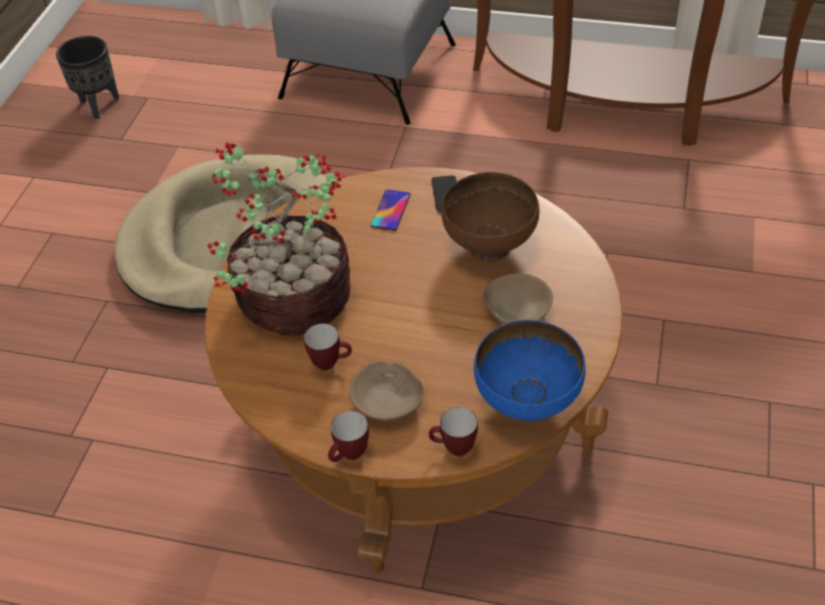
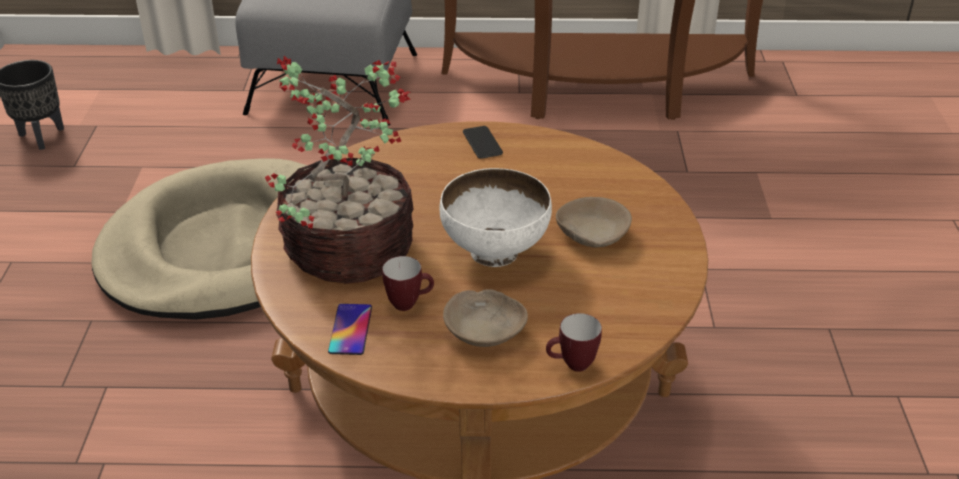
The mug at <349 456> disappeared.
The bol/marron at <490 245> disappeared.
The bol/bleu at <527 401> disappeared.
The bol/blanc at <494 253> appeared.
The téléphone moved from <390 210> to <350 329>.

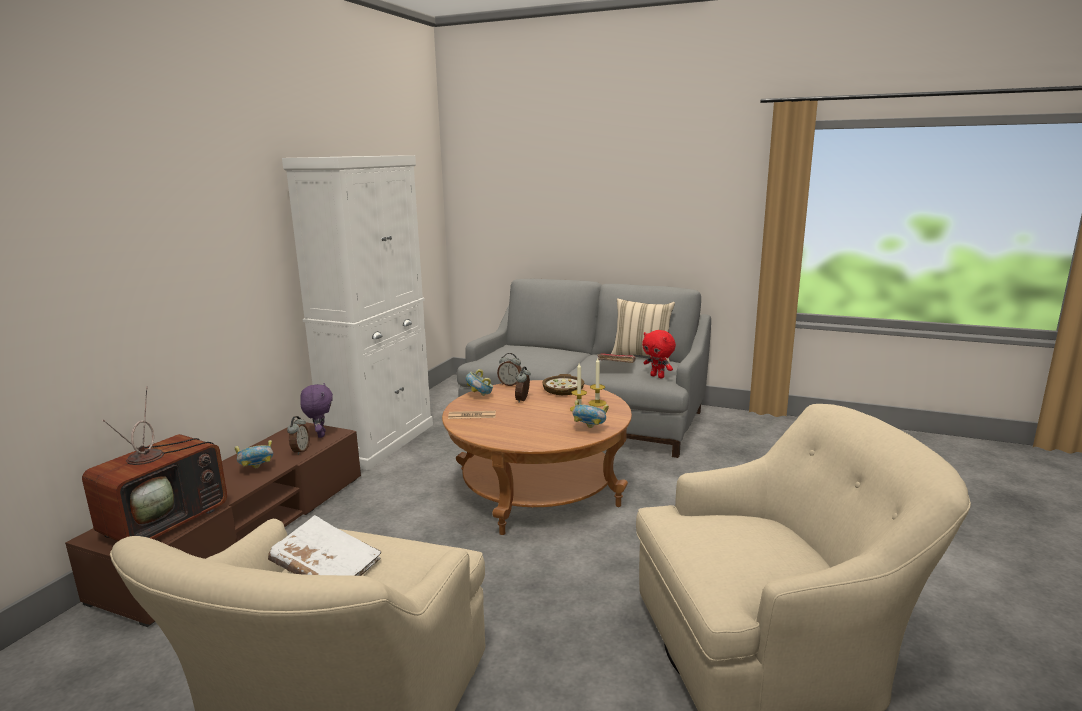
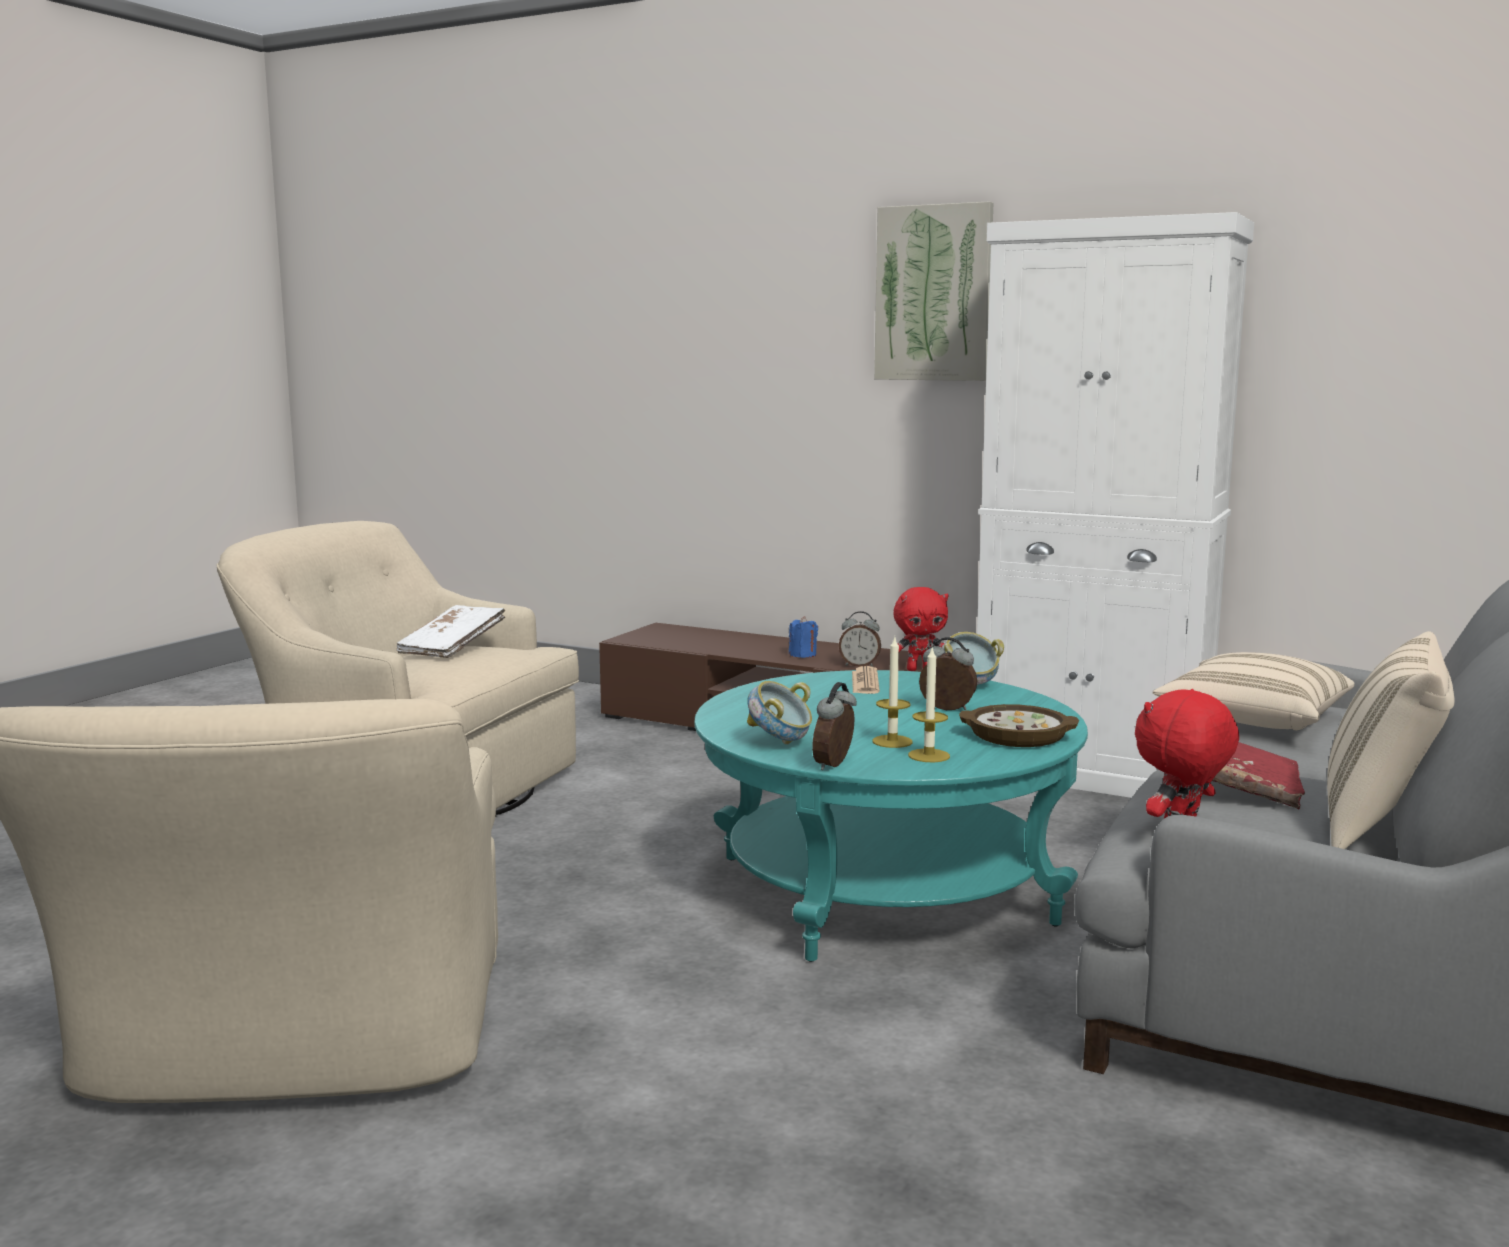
The téléviseur at <167 520> disappeared.
The tableau at <933 293> appeared.
The coussin/beige at <1252 720> appeared.
The réveil moved from <510 384> to <835 765>.
The bol at <257 469> was replaced by the bougie/bleu at <802 655>.
The peluche/violet at <320 435> became the peluche/rouge at <919 669>.
The table basse/marron at <538 491> became the table basse/turquoise at <884 890>.

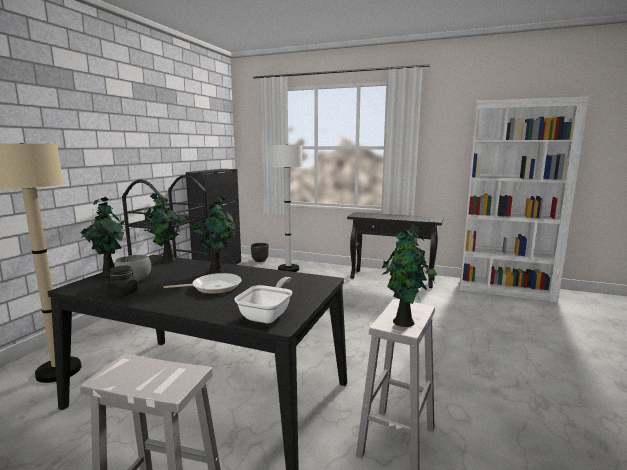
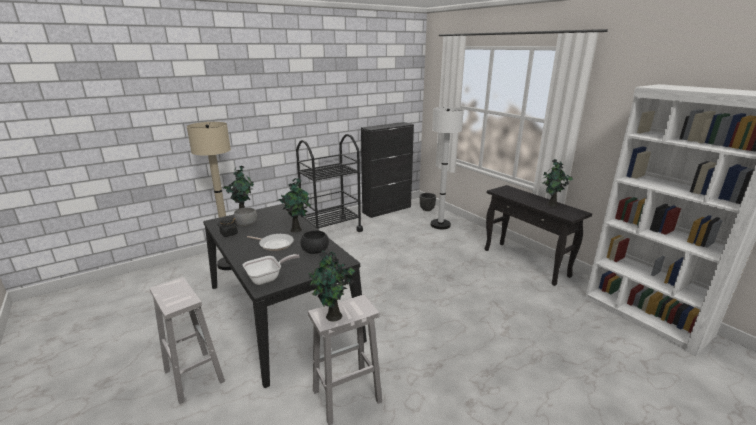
The bol/noir at <315 250> appeared.
The plante en pot moved from <167 260> to <551 204>.

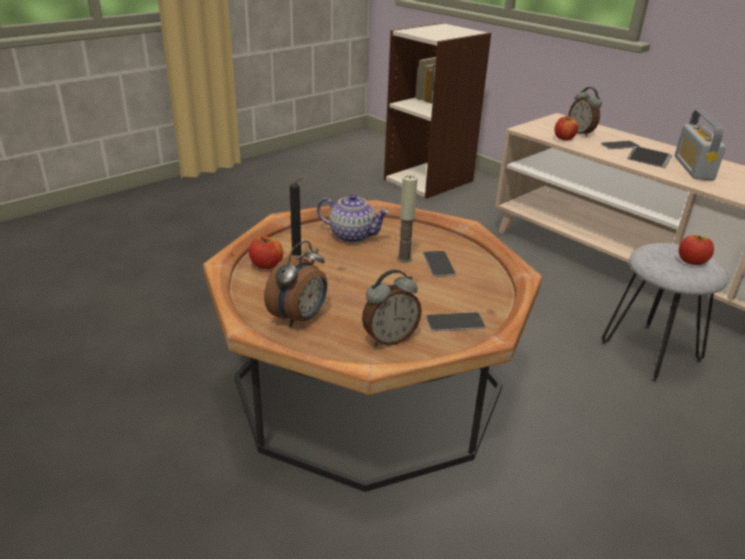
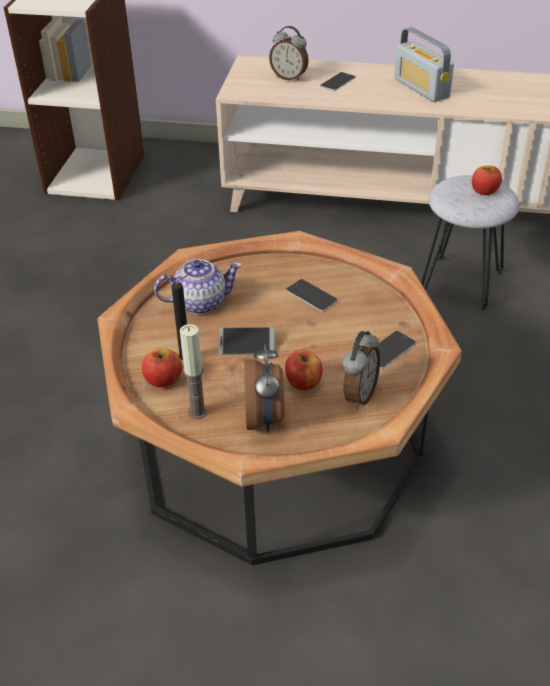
The bougie moved from <404 258> to <197 412>.
The pomme moved from <564 138> to <303 382>.
The téléphone moved from <648 161> to <247 346>.

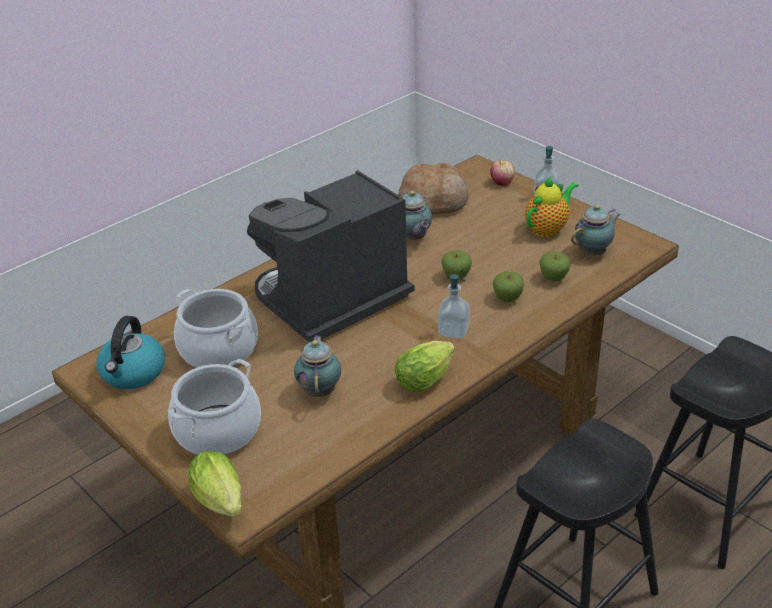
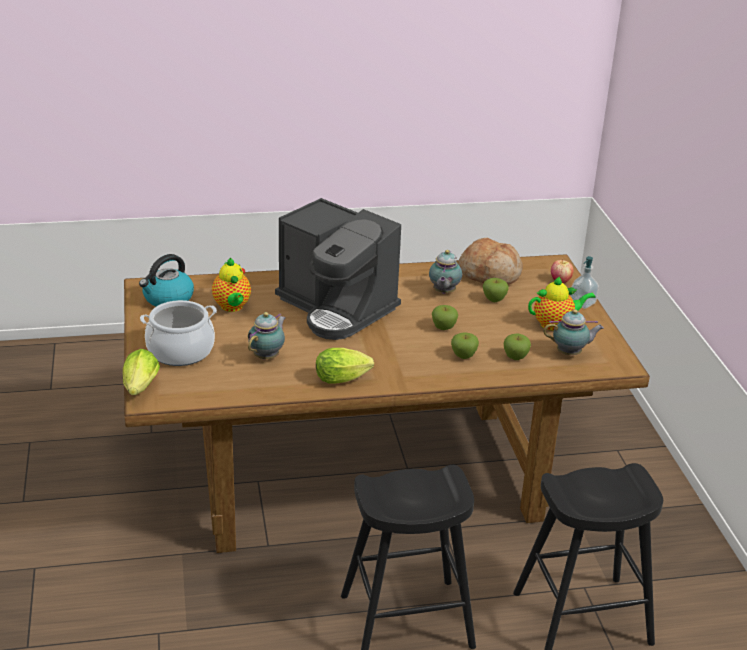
The distributeur de savon at <453 331> disappeared.
The pomme at <494 300> appeared.
The marmite at <218 350> was replaced by the théière at <232 307>.
The machine à café at <330 302> turned 135 degrees counterclockwise.

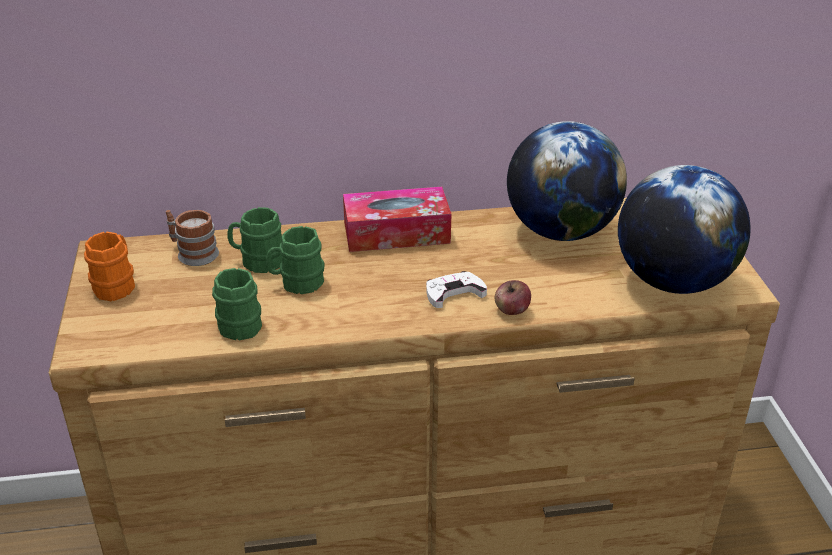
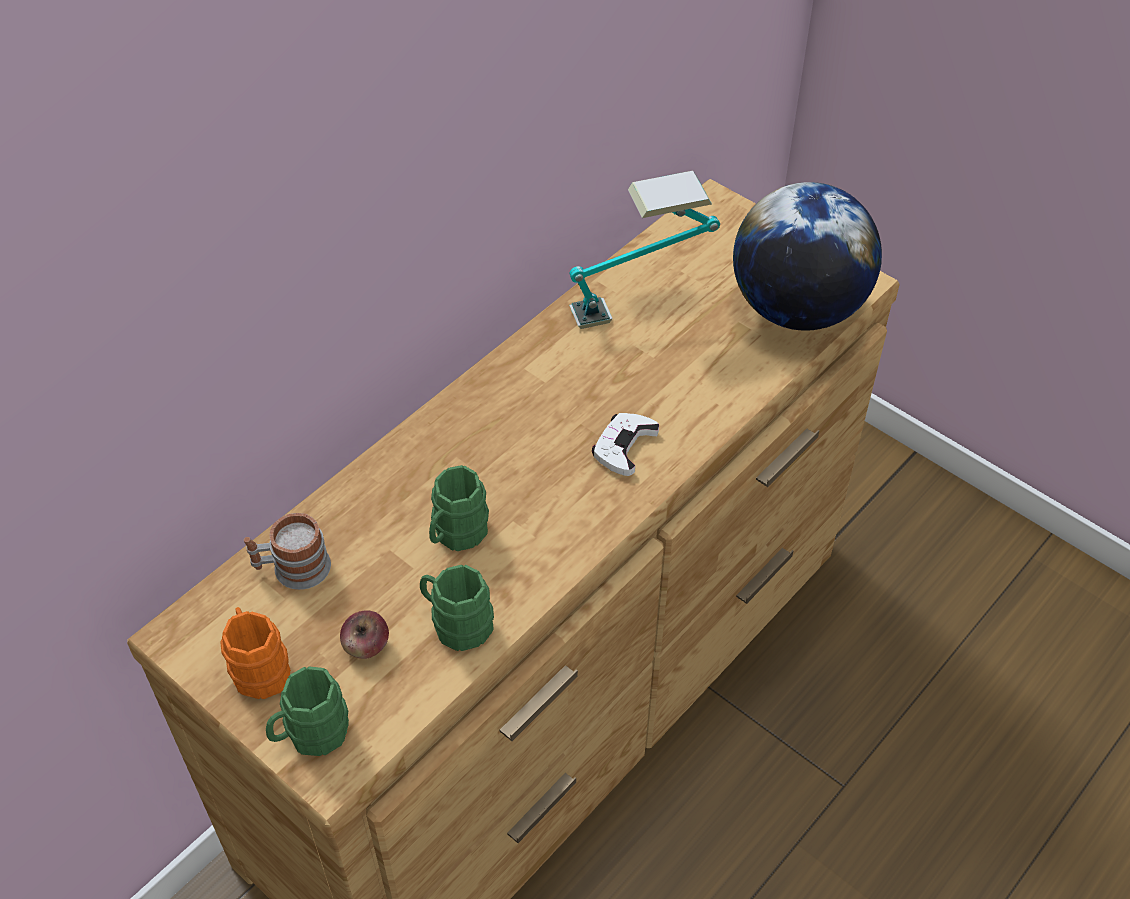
The boîte à mouchoirs at <396 233> disappeared.
The mug/vert moved from <258 261> to <310 734>.
The pomme moved from <511 310> to <366 646>.
The globe at <560 231> was replaced by the lampe de table at <640 304>.

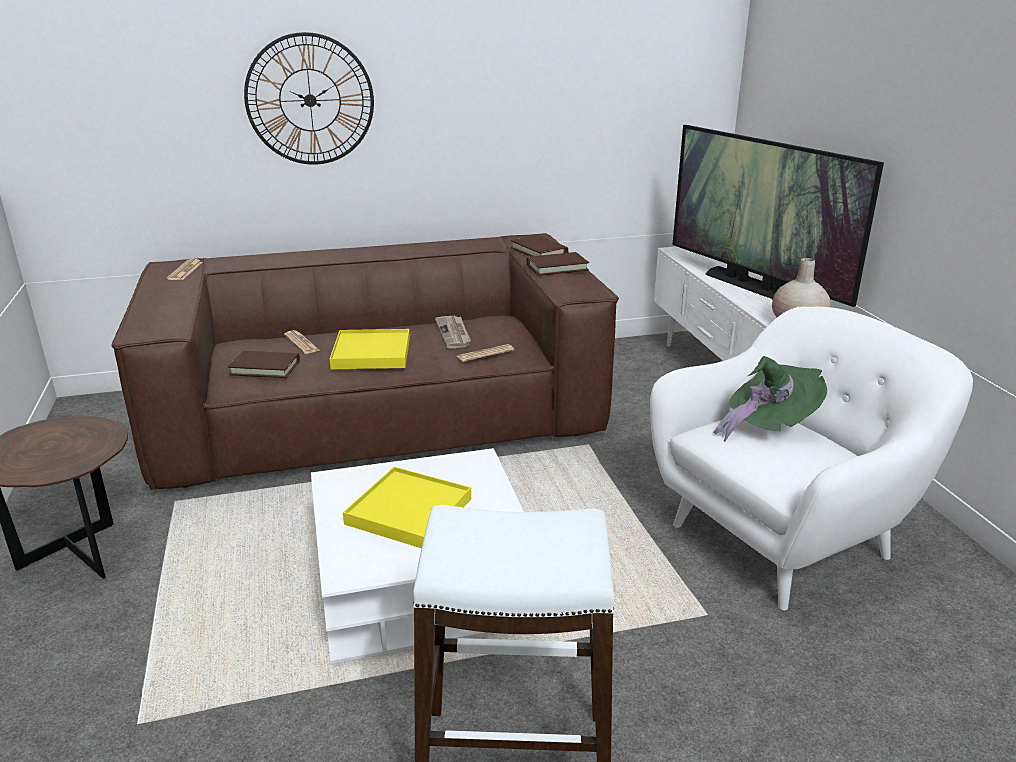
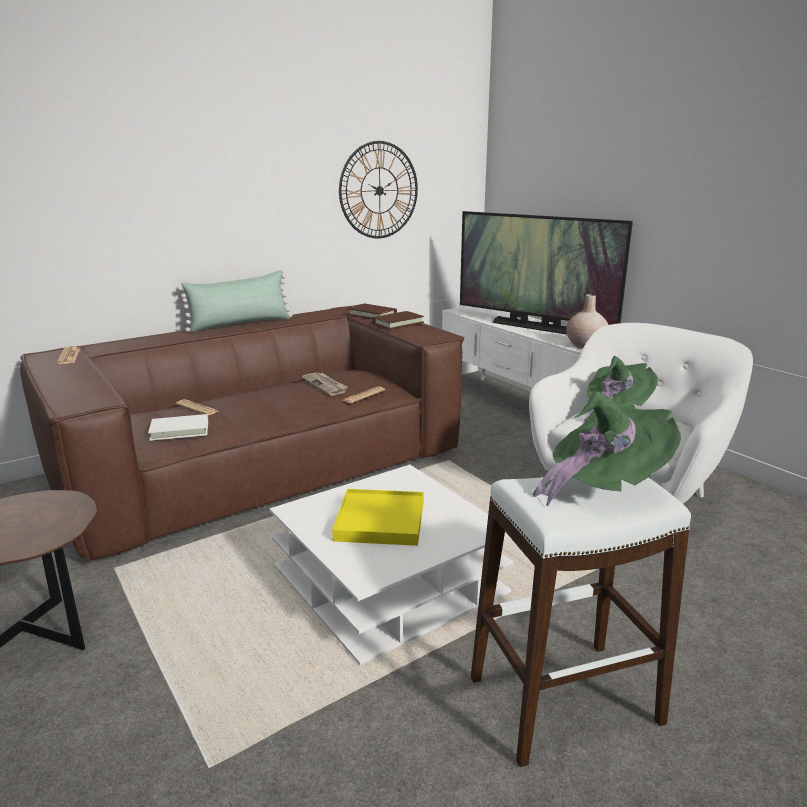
The plateau/jaune at <371 353> disappeared.
The coussin/vert at <240 324> appeared.
The chapeau/vert at <603 485> appeared.
The horloge murale moved from <310 100> to <379 190>.
The livre/marron at <265 368> became the livre/blanc at <179 430>.

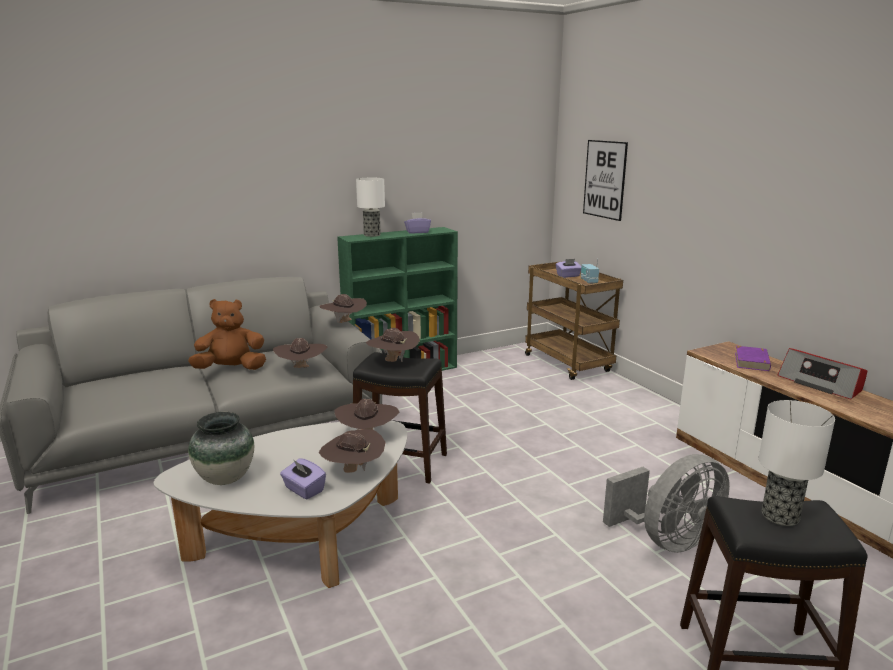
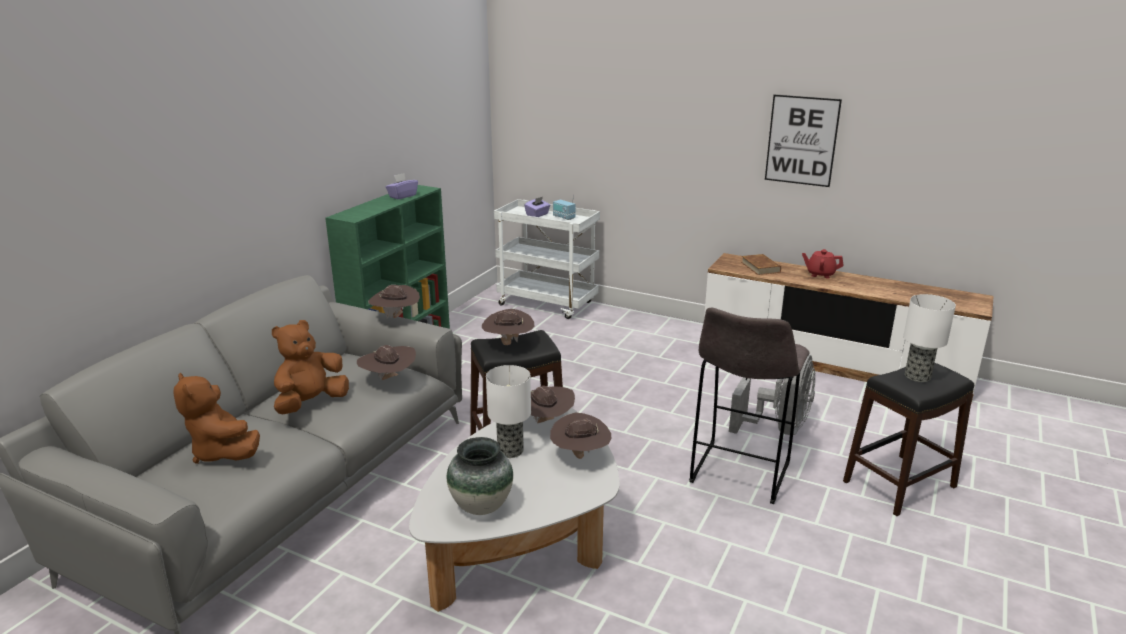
The boîte à mouchoirs/violet at <303 490> disappeared.
The peluche/marron at <223 452> appeared.
The tabouret/gris at <739 474> appeared.
The lampe de table moved from <372 235> to <511 451>.
The tableau moved from <604 179> to <802 140>.
The radio at <821 384> was replaced by the théière/rouge at <820 274>.
The chariot/marron at <569 364> became the chariot/blanc at <548 304>.
The livre/violet at <752 361> became the livre/marron at <760 267>.

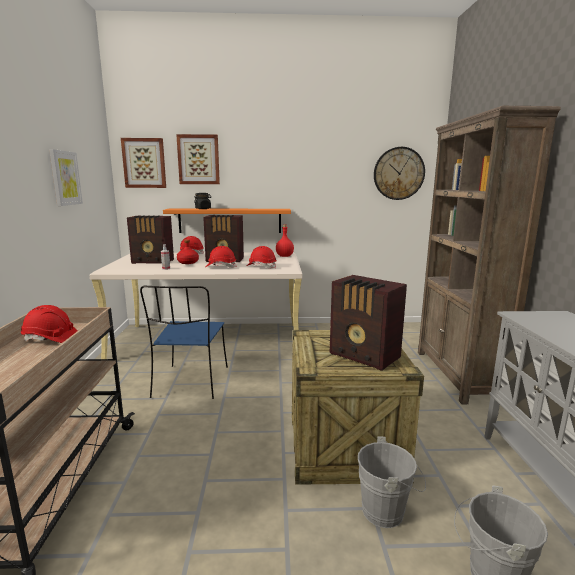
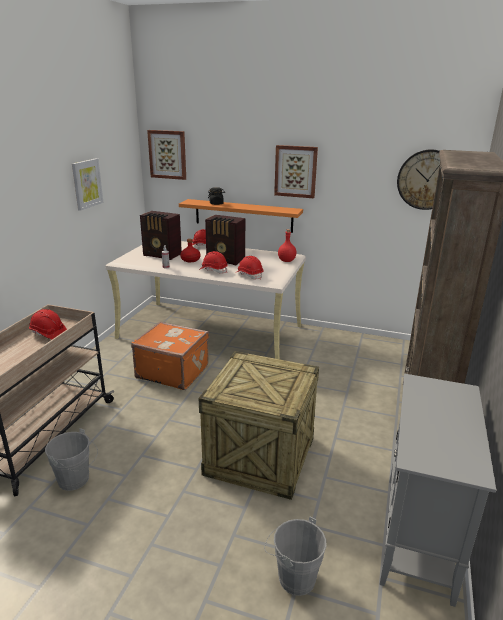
The radio at <365 356> disappeared.
The tableau moved from <198 159> to <295 171>.
The seau/gris moved from <387 511> to <76 480>.
The chaise/bleu at <191 383> was replaced by the valise/orange at <173 371>.

